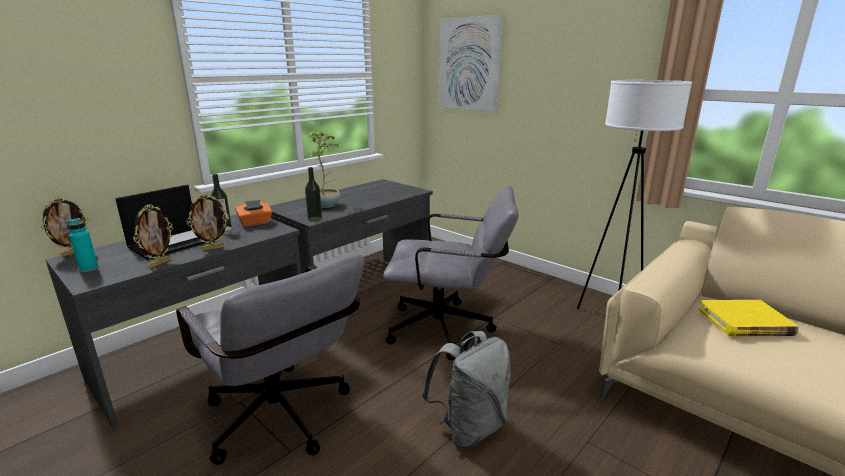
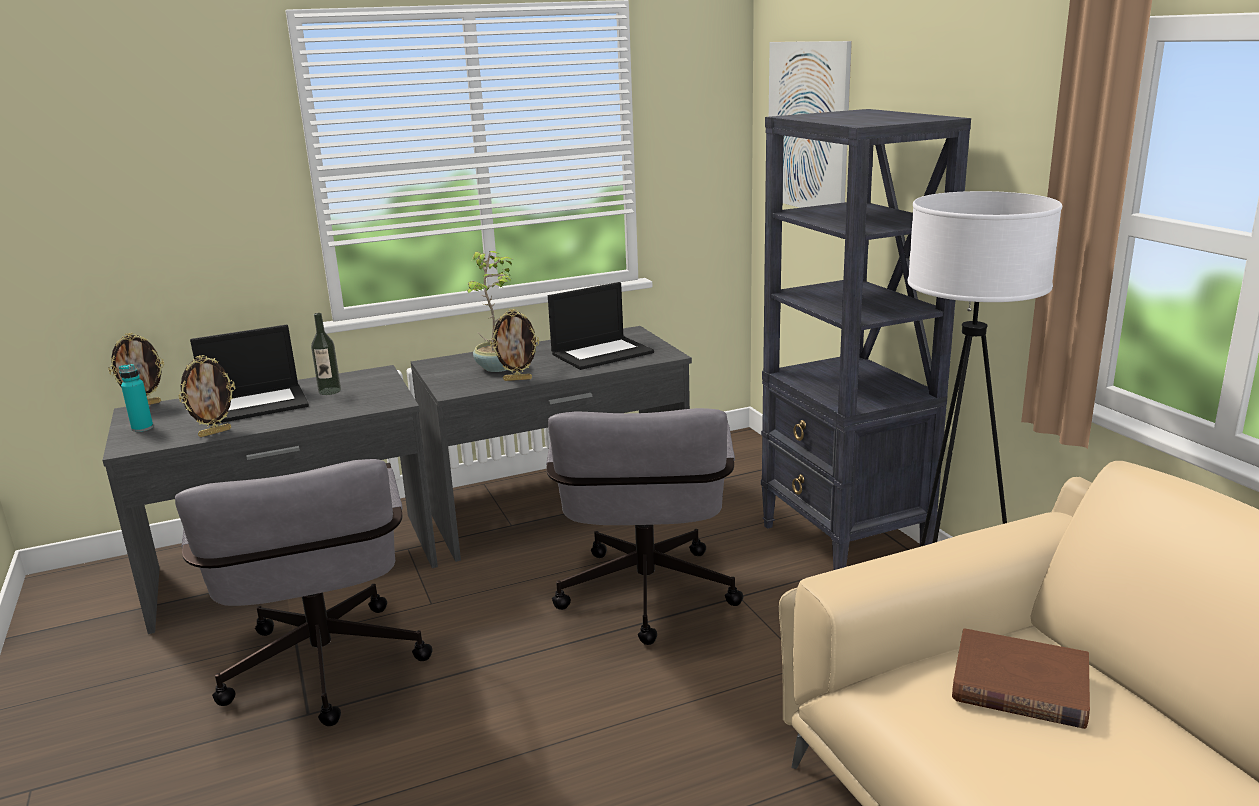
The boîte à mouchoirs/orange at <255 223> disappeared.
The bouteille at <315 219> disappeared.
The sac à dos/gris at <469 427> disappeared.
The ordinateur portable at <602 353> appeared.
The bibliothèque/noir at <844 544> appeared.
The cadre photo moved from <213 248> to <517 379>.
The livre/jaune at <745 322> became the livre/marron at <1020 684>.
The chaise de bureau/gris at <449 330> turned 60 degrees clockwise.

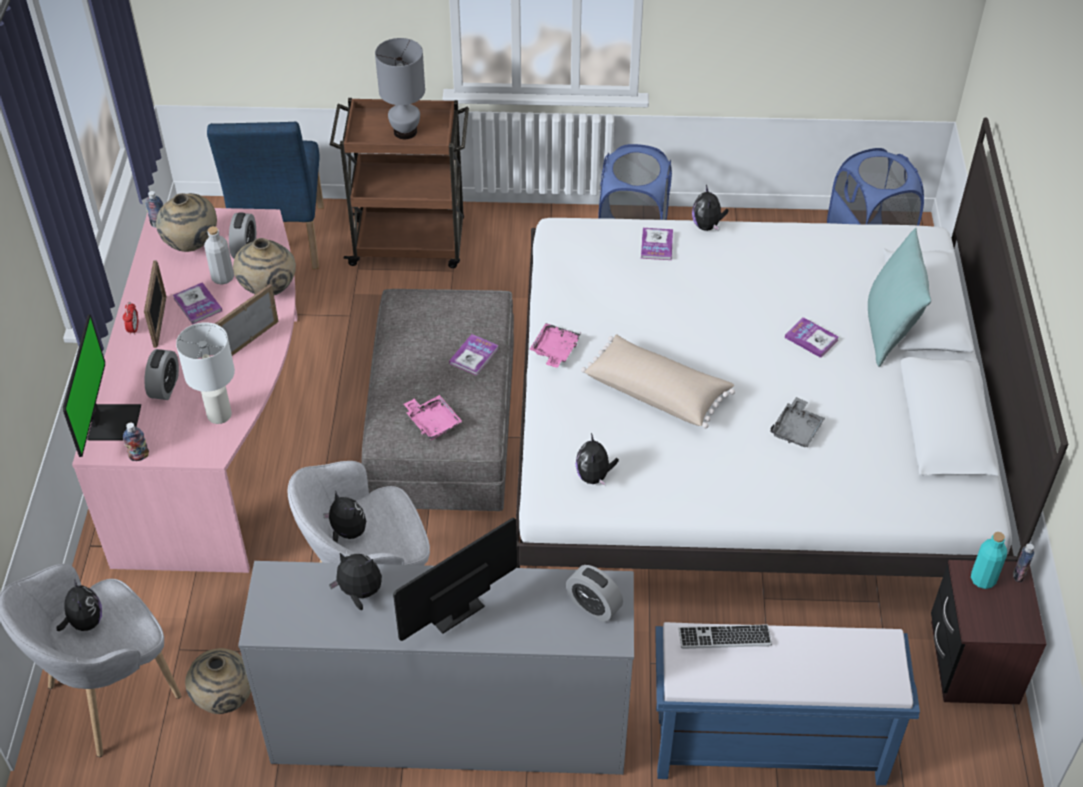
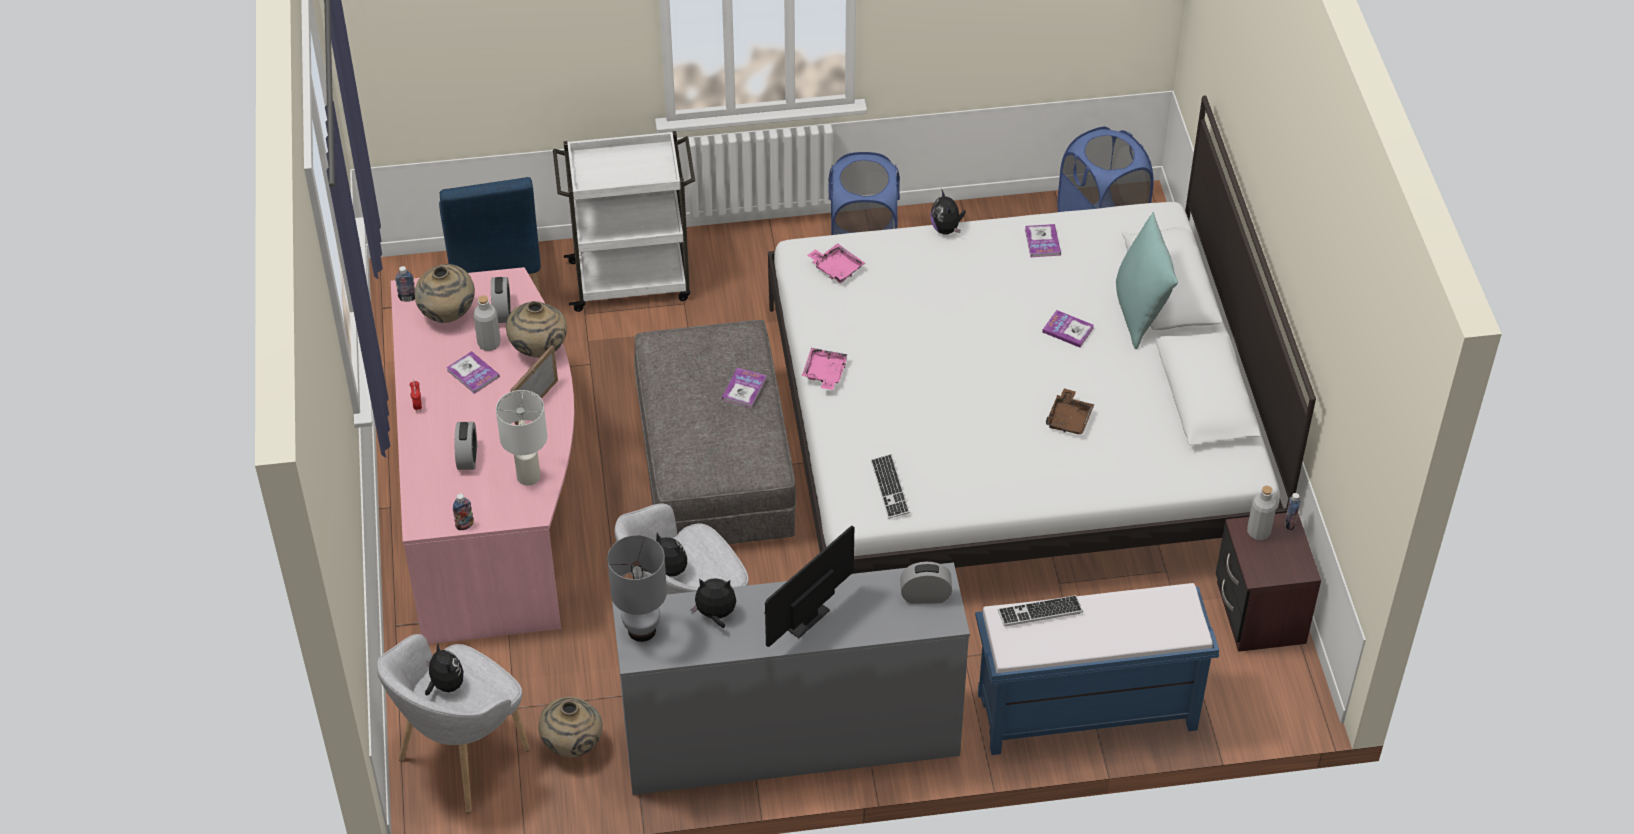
The écran d'ordinateur at <111 422> disappeared.
The cadre photo at <160 321> disappeared.
The coussin/beige at <657 391> disappeared.
The lampe de table/gris moved from <406 131> to <642 630>.
The plateau/rose moved from <433 422> to <836 268>.
The livre moved from <656 245> to <1042 242>.
The peluche at <594 476> was replaced by the clavier at <890 488>.
The chariot/marron at <410 243> became the chariot/blanc at <632 280>.
The plateau/gris at <796 429> became the plateau/marron at <1069 419>.
The bouteille/turquoise at <983 579> became the bouteille/gris at <1258 532>.
The réveil at <593 605> turned 150 degrees clockwise.

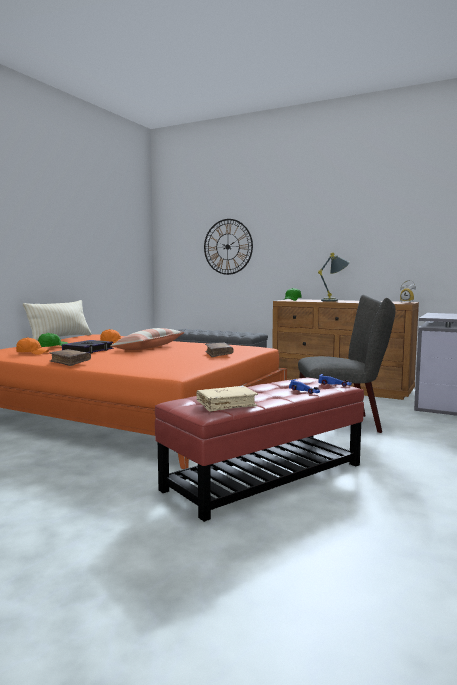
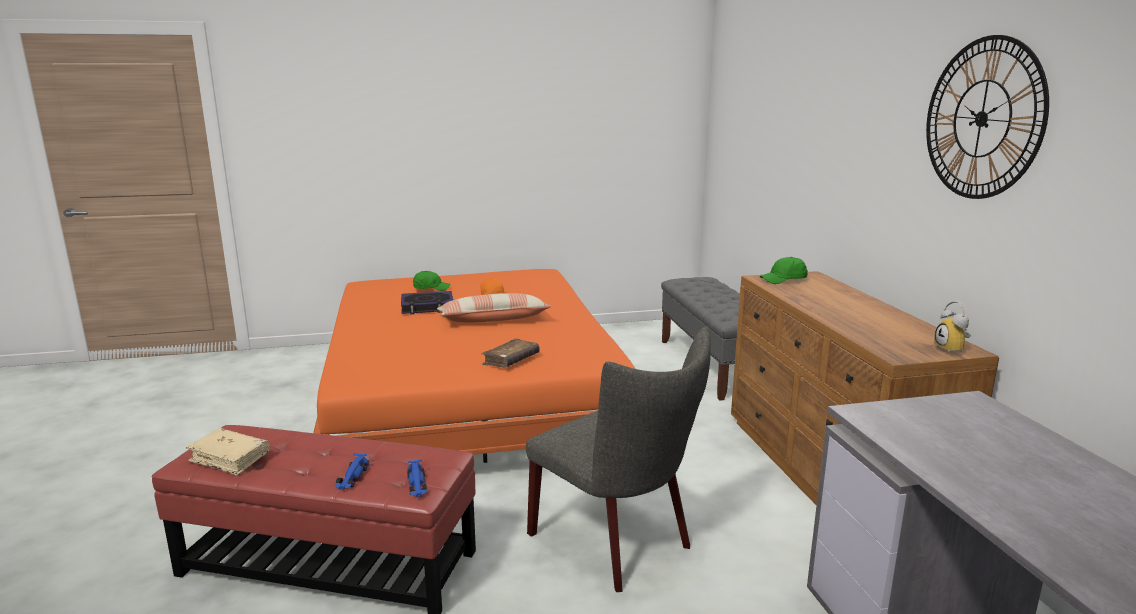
The casquette/orange at <32 353> disappeared.
The coussin/beige at <60 338> disappeared.
The livre/marron at <70 362> disappeared.
The lampe de table/gris at <335 300> disappeared.
The horloge murale moved from <228 246> to <982 119>.

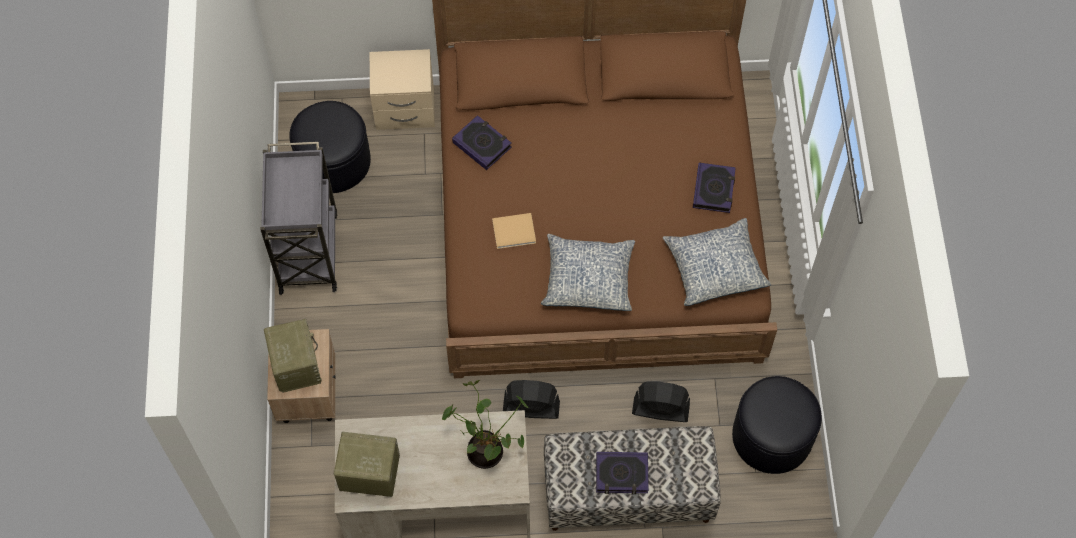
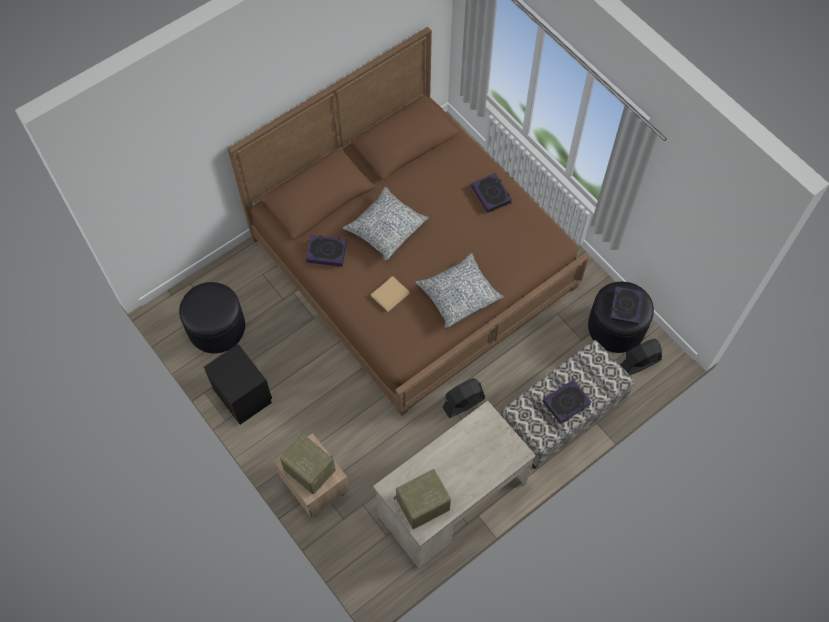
The table de chevet/beige at <405 110> disappeared.
The plante en pot at <487 450> disappeared.
The livre at <625 307> appeared.
The ventilateur/noir moved from <660 409> to <639 363>.
The coussin moved from <715 268> to <386 228>.
The chariot/gris at <308 250> was replaced by the table de chevet/noir at <244 395>.

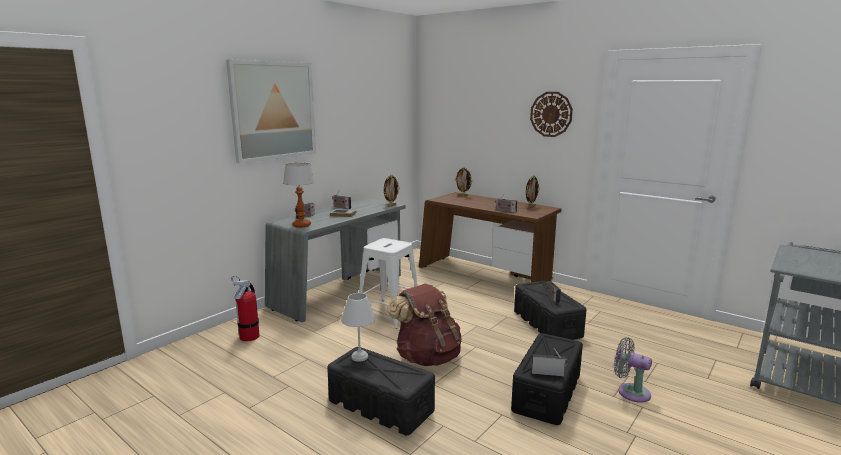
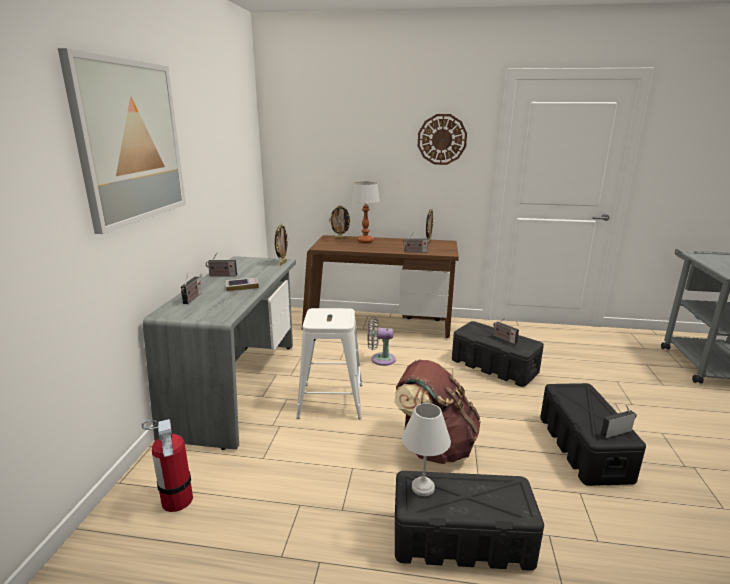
The lampe de table moved from <301 225> to <365 241>.
The ventilateur/gris moved from <630 392> to <380 359>.

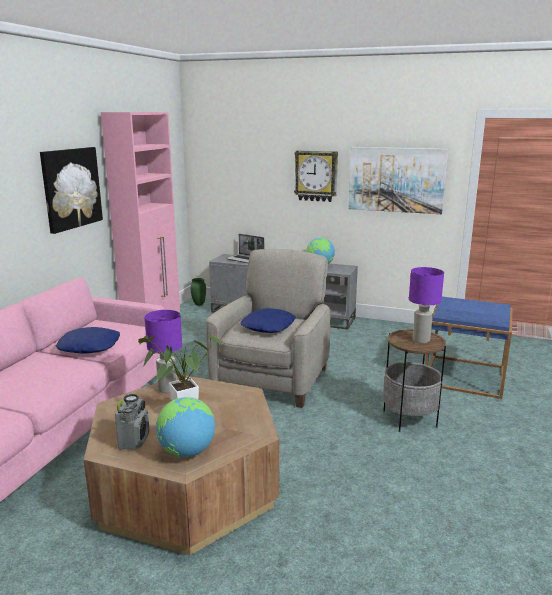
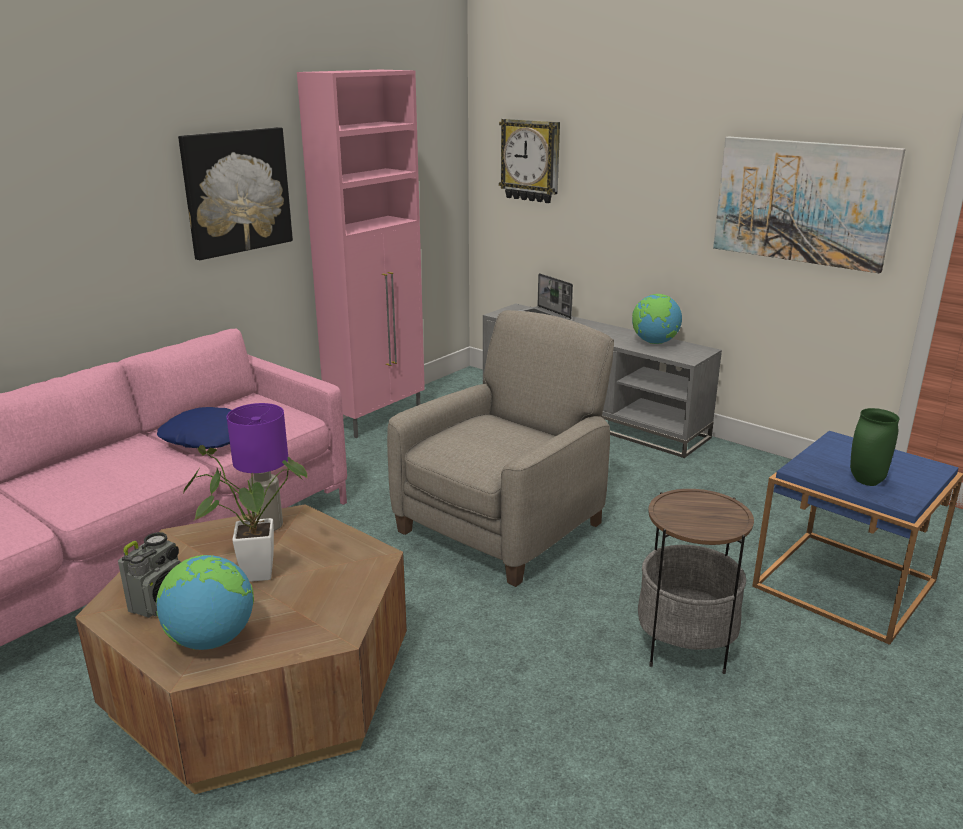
The coussin/bleu at <268 326> disappeared.
The lampe de table/violet at <420 340> disappeared.
The vase/vert moved from <198 304> to <865 481>.
The horloge murale moved from <316 176> to <531 160>.

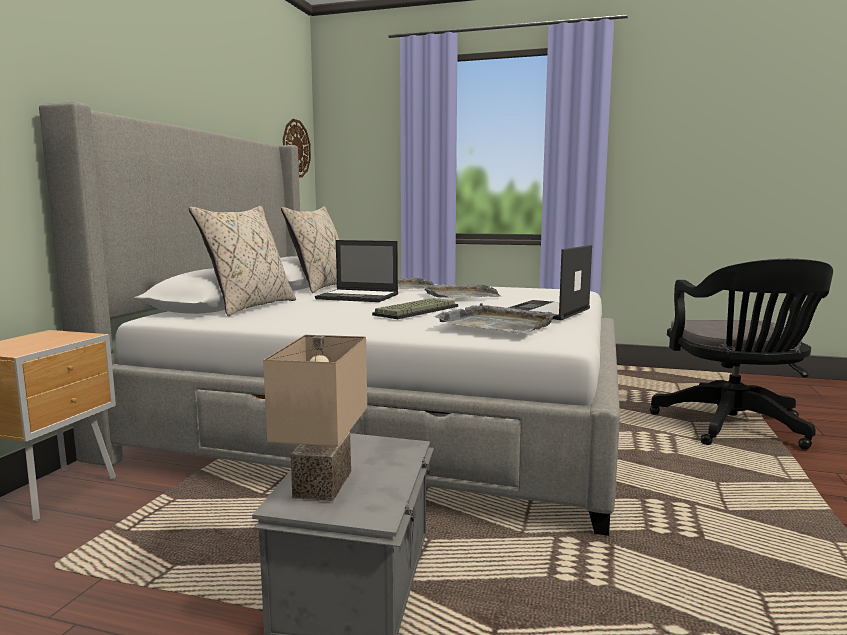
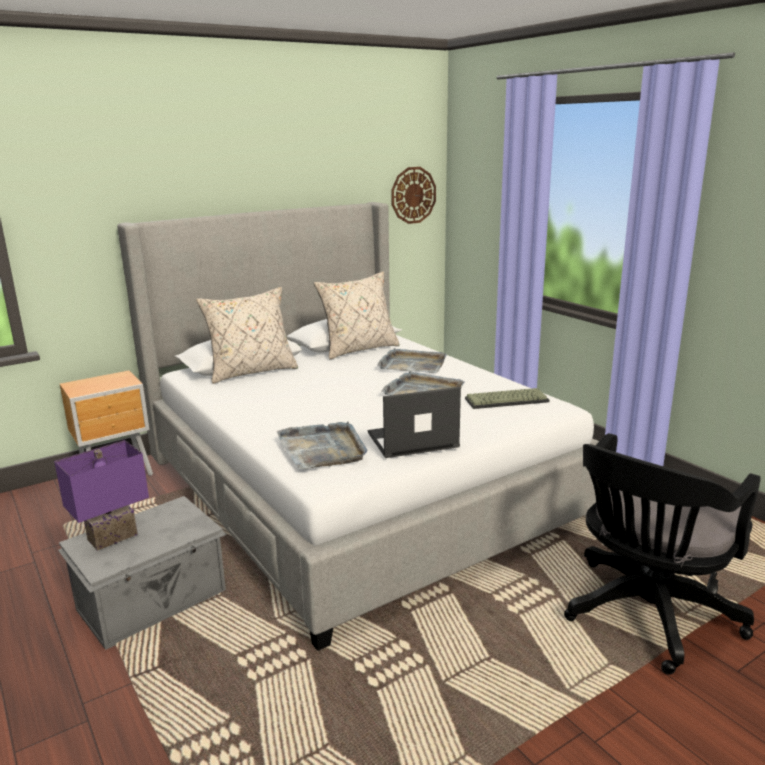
The ordinateur portable at <358 296> disappeared.
The clavier moved from <416 310> to <507 399>.
The lampe de table/beige at <319 483> became the lampe de table/violet at <112 536>.

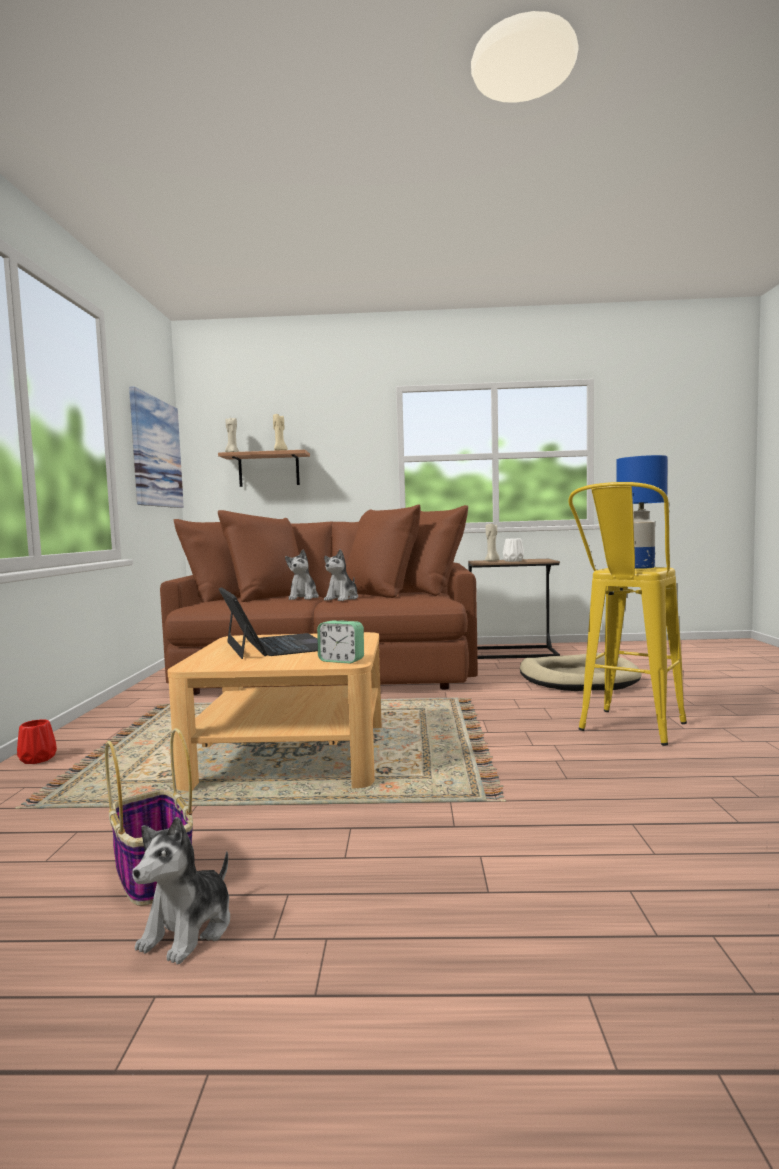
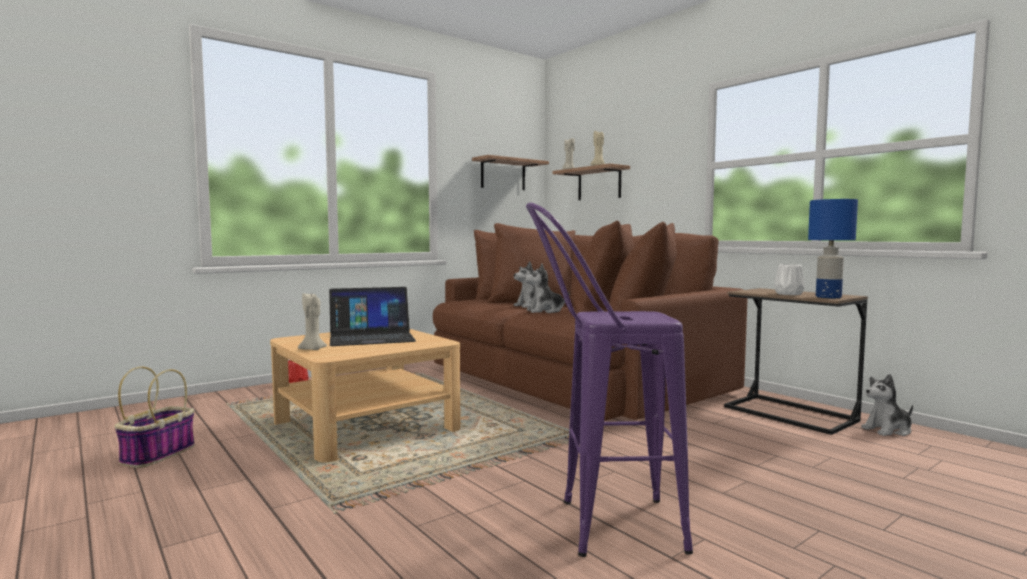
The réveil at <341 660> disappeared.
The panier pour chien/beige at <577 678> disappeared.
The peluche moved from <189 930> to <888 430>.
The bougie/beige moved from <492 561> to <313 349>.
The lampe de table/bleu moved from <641 567> to <829 297>.
The tableau at <156 452> was replaced by the étagère at <503 174>.
The tabouret/jaune at <627 732> became the tabouret/violet at <599 526>.
The ordinateur portable at <275 646> turned 45 degrees clockwise.

